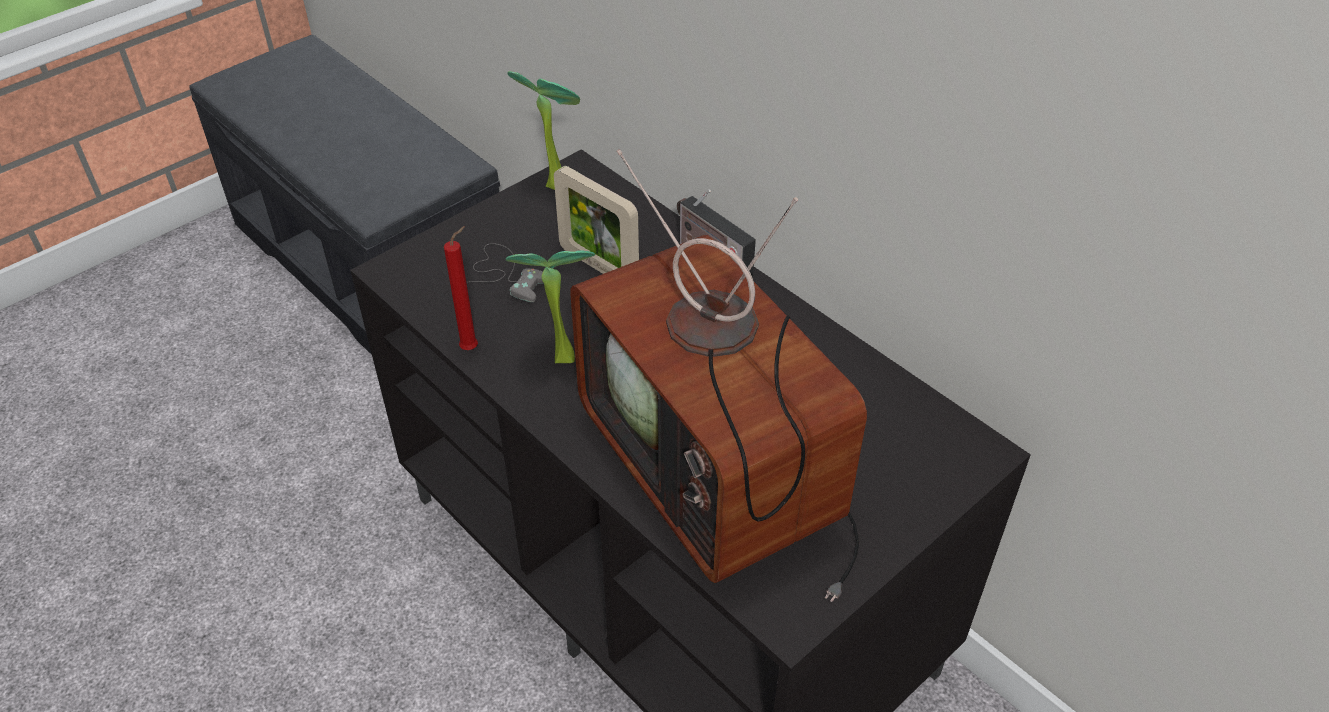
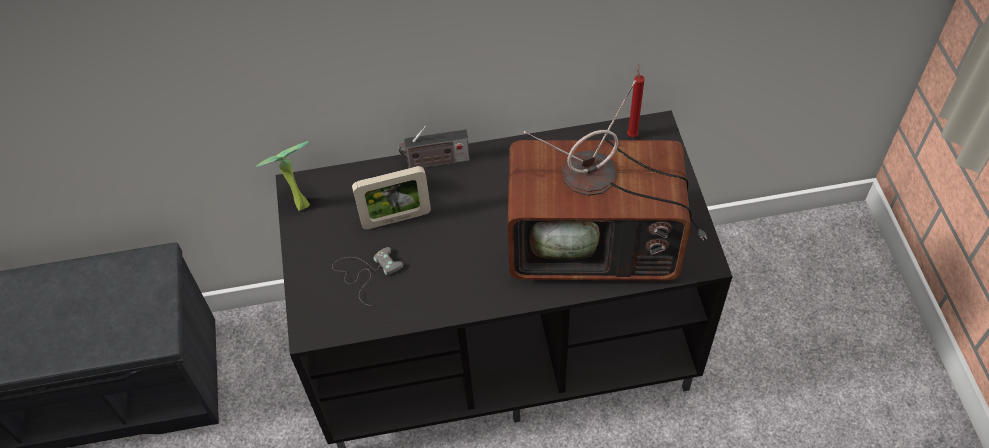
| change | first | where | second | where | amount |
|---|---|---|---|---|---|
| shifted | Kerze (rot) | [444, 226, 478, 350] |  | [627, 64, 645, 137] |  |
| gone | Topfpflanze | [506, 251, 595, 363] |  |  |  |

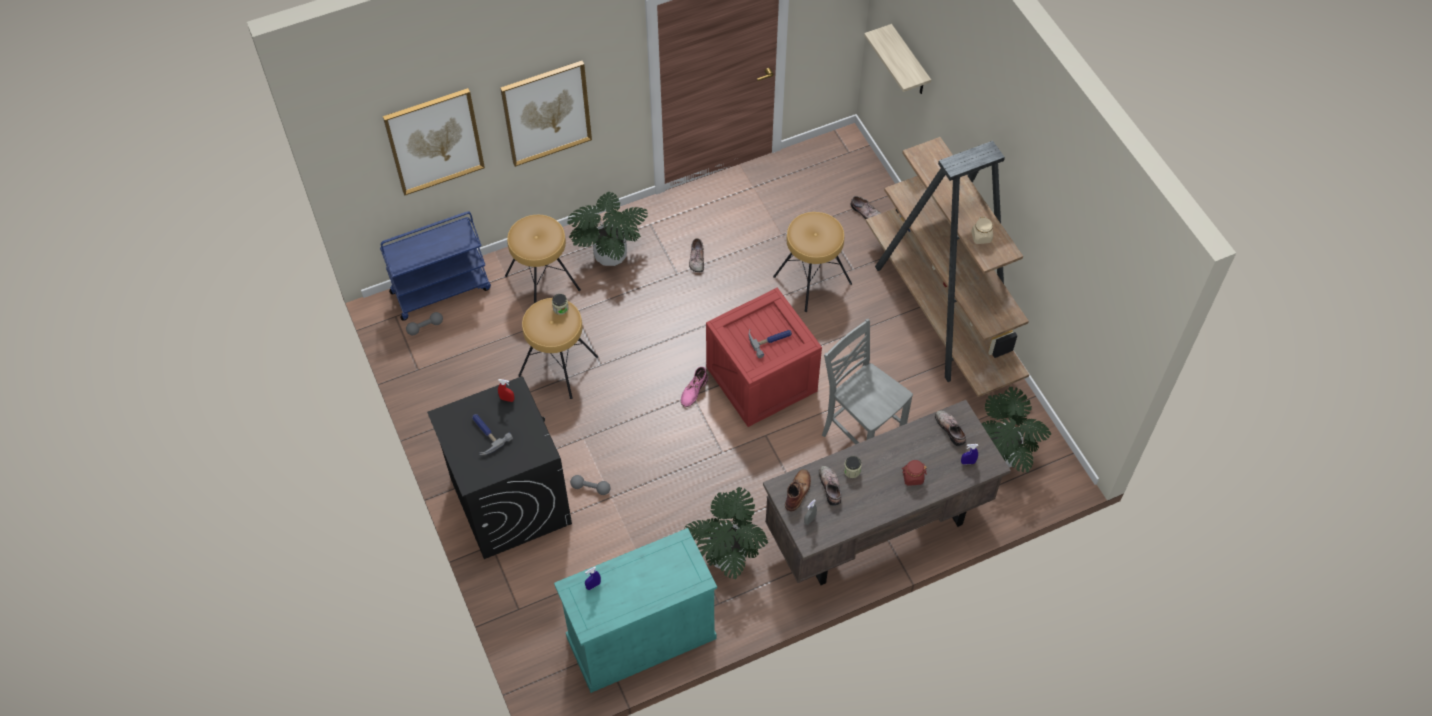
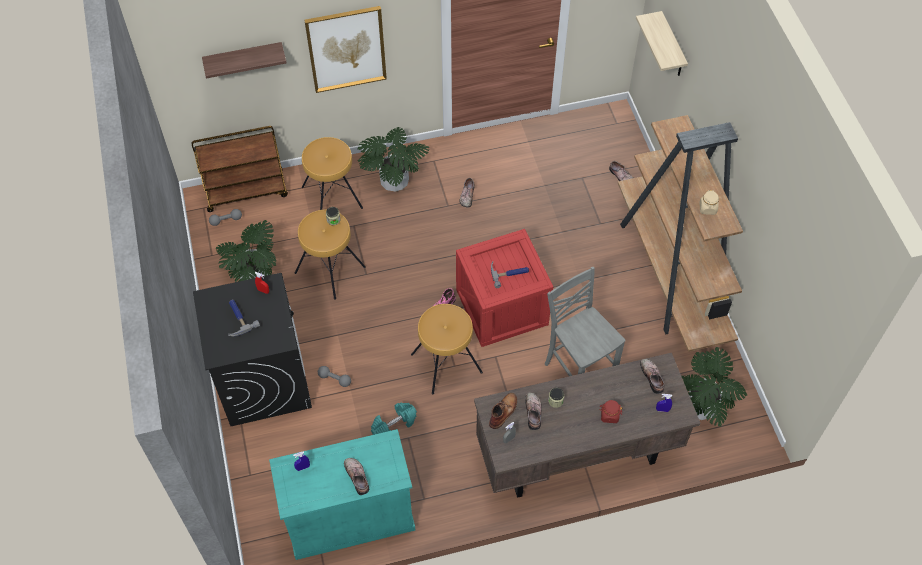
| change | first | where | second | where | amount |
|---|---|---|---|---|---|
| swapped | Bild | [383, 88, 485, 196] | Wandregal | [202, 42, 287, 78] |  |
| repainted | Rollwagen (blau) | [380, 211, 491, 321] | Rollwagen (braun) | [192, 126, 288, 212] |  |
| shifted | Hocker (braun) | [773, 212, 852, 312] |  | [411, 304, 483, 394] |  |
| shifted | Topfpflanze | [683, 487, 768, 579] |  | [215, 220, 276, 282] |  |
| new |  |  | Hantel (türkis) | [371, 403, 417, 435] |  |
| new |  |  | Schuh | [344, 458, 369, 495] |  |

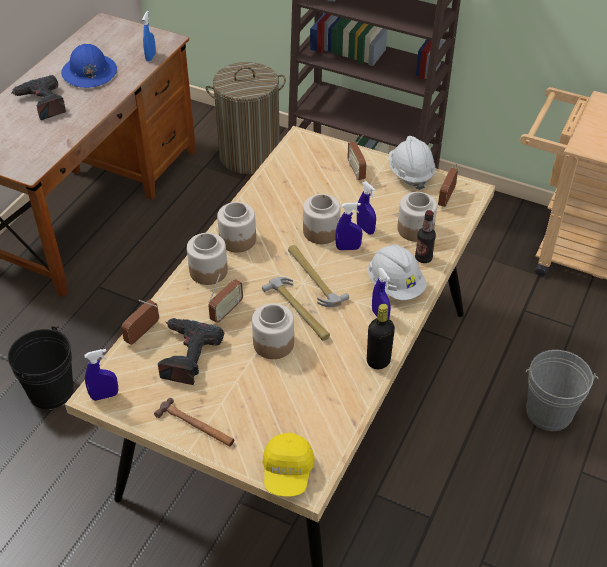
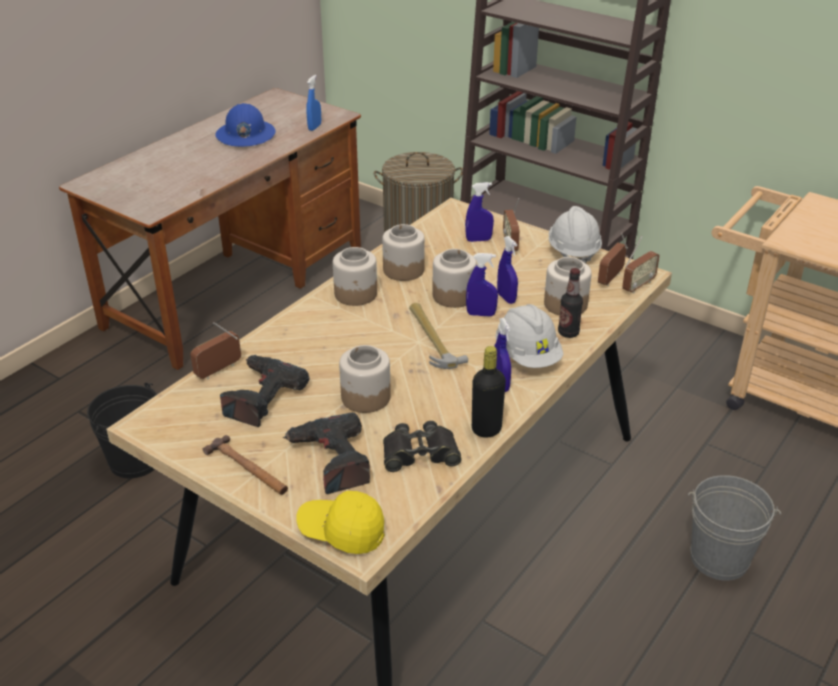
| change | first | where | second | where | amount |
|---|---|---|---|---|---|
| shifted | Bohrmaschine | [12, 75, 66, 120] |  | [283, 412, 370, 494] |  |
| shifted | Vorratsglas | [187, 233, 228, 285] |  | [382, 224, 425, 281] |  |
| shifted | Radio | [208, 273, 243, 323] |  | [622, 236, 660, 293] |  |
| gone | Hammer | [262, 277, 330, 341] |  |  |  |
| shifted | Sprühflasche (blau) | [84, 349, 118, 401] |  | [465, 182, 494, 242] |  |
| rotated | Kappe (gelb) | [262, 433, 315, 497] |  | [296, 491, 385, 554] | 90 degrees clockwise |
| new |  |  | Fernglas (schwarz) | [383, 421, 462, 472] |  |

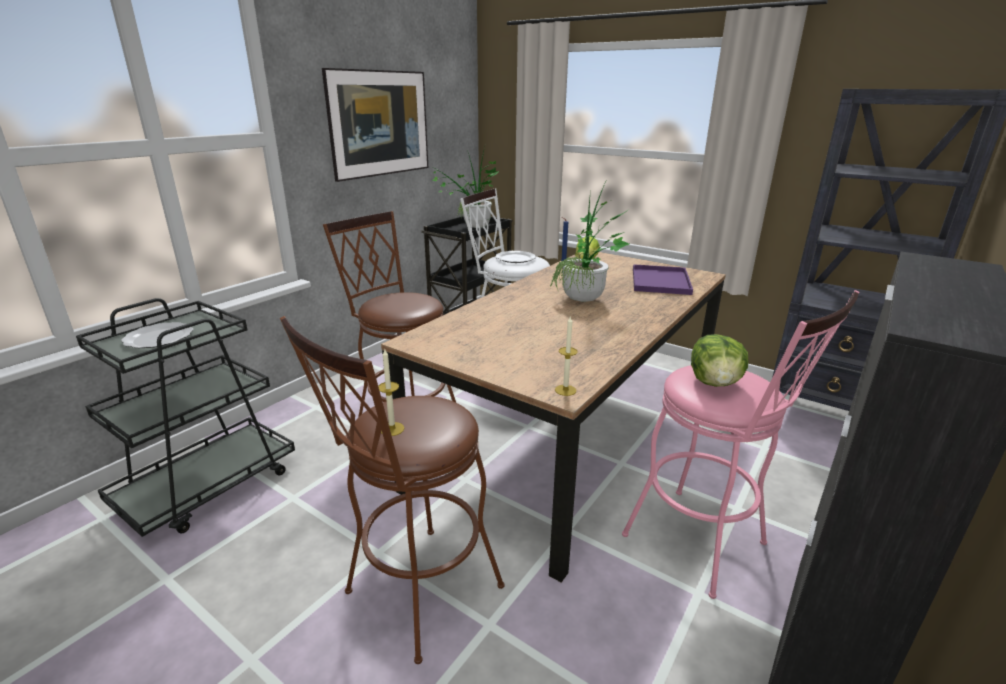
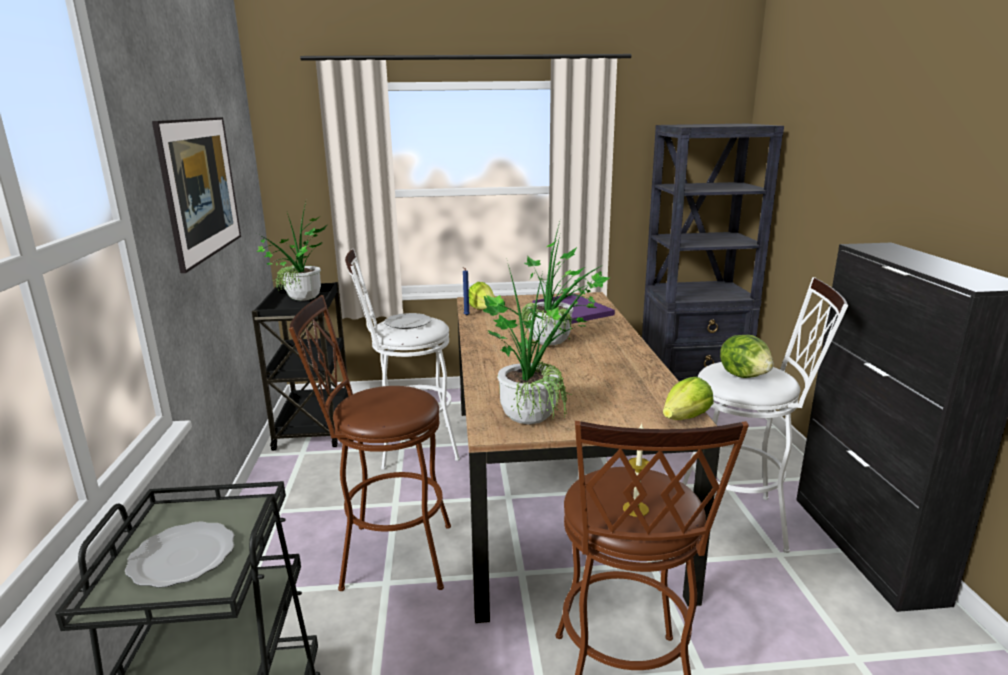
| change | first | where | second | where | amount |
|---|---|---|---|---|---|
| repainted | Hocker (rosa) | [622, 290, 859, 599] | Hocker (weiß) | [683, 277, 848, 553] |  |
| swapped | Kerze | [555, 317, 578, 396] | Salatkopf | [663, 376, 714, 420] |  |
| new |  |  | Topfpflanze | [482, 265, 597, 425] |  |

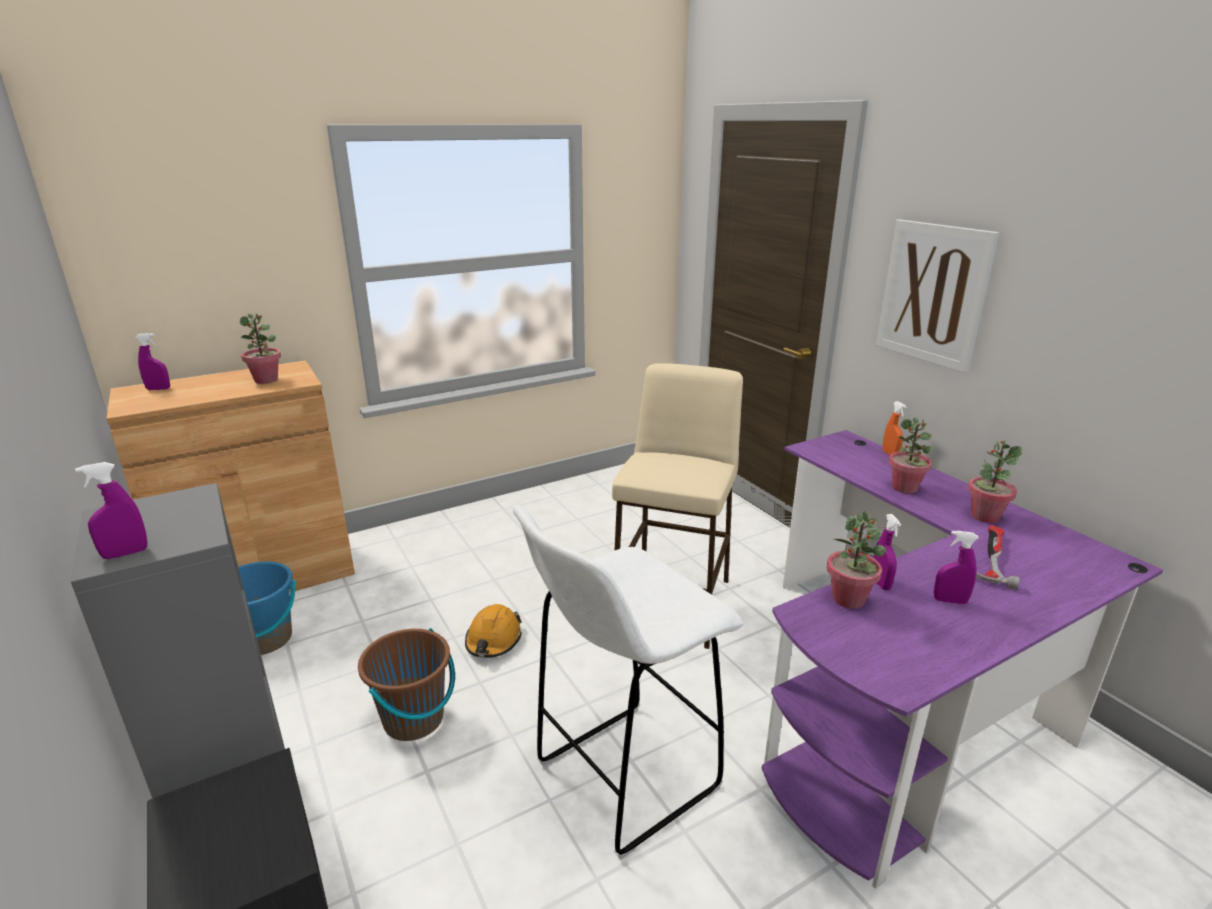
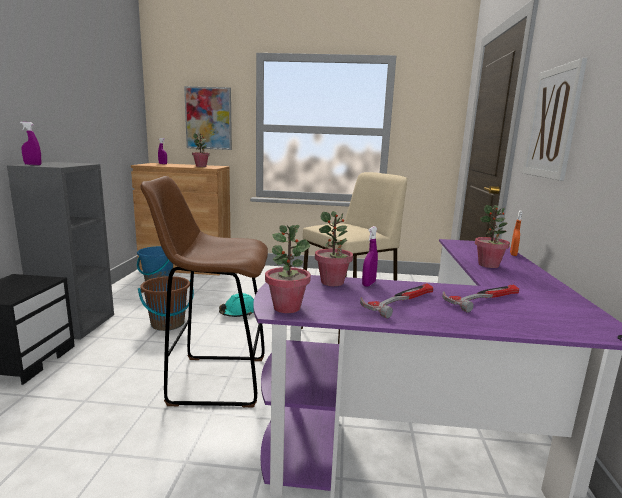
| change | first | where | second | where | amount |
|---|---|---|---|---|---|
| shifted | Topfpflanze | [968, 440, 1022, 523] |  | [265, 225, 311, 313] |  |
| repainted | Hocker (weiß) | [513, 505, 744, 860] | Hocker (braun) | [140, 176, 268, 407] |  |
| swapped | Sprühflasche (lila) | [934, 531, 979, 604] | Hammer | [360, 283, 433, 319] |  |
| repainted | Schutzhelm (orange) | [465, 604, 522, 658] | Schutzhelm (türkis) | [219, 293, 254, 317] |  |
| new |  |  | Bild | [184, 86, 232, 150] |  |

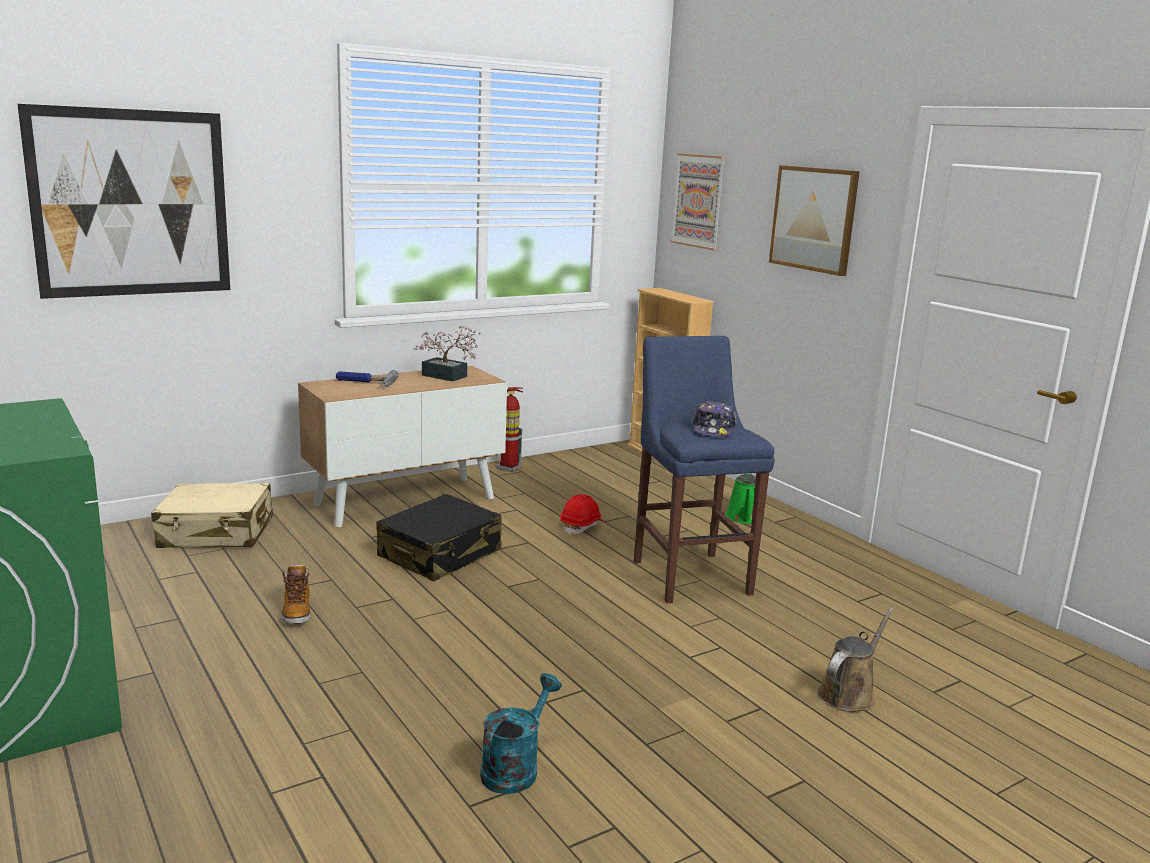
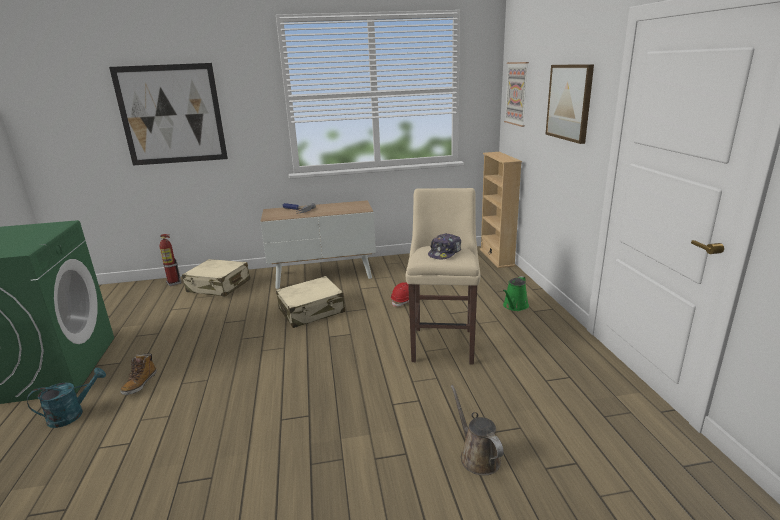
| change | first | where | second | where | amount |
|---|---|---|---|---|---|
| gone | Topfpflanze | [413, 326, 481, 381] |  |  |  |
| repainted | Hocker (blau) | [634, 336, 775, 603] | Hocker (beige) | [406, 188, 480, 365] |  |
| shifted | Feuerlöscher | [497, 387, 523, 472] |  | [159, 234, 182, 286] |  |
| repainted | Koffer (schwarz) | [376, 494, 502, 581] | Koffer (beige) | [276, 276, 345, 328] |  |
| shifted | Stiefel | [281, 564, 311, 624] |  | [120, 353, 157, 395] |  |
| rotated | Gießkanne (braun) | [817, 608, 894, 712] |  | [451, 385, 504, 475] | 90 degrees counterclockwise |
| shifted | Gießkanne (türkis) | [480, 673, 562, 794] |  | [27, 368, 106, 428] |  |

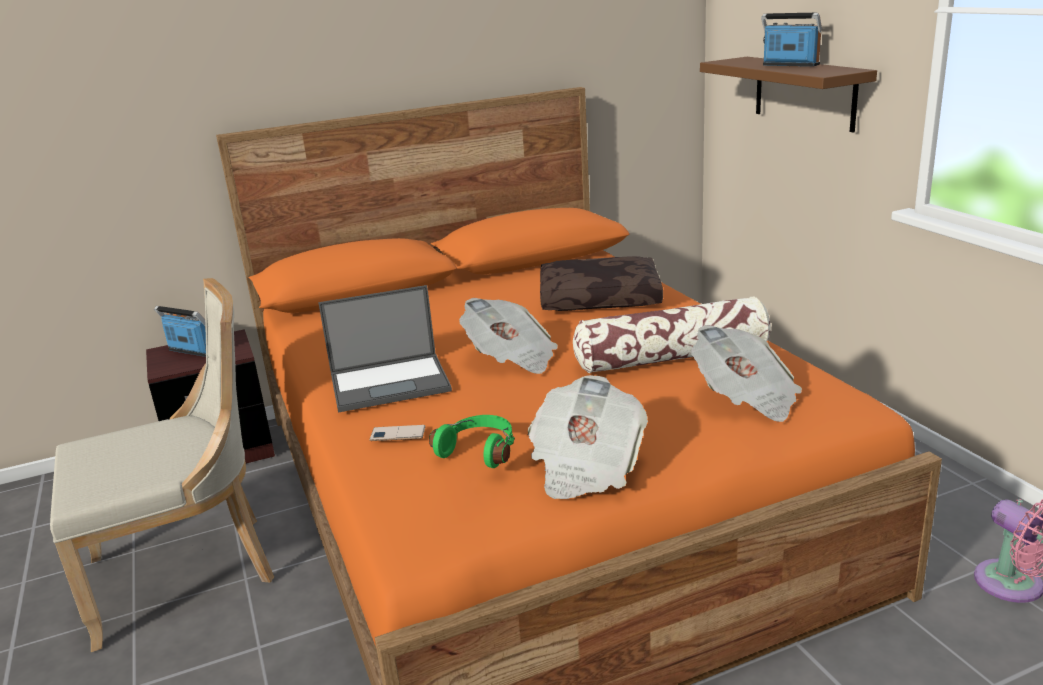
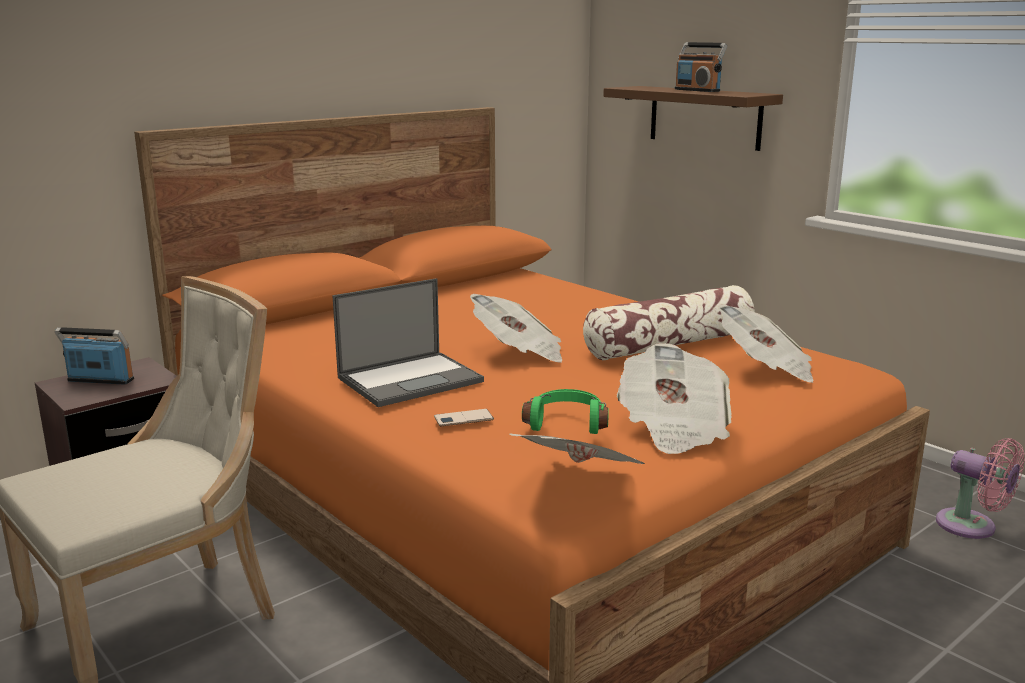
| change | first | where | second | where | amount |
|---|---|---|---|---|---|
| rotated | Radio | [761, 13, 822, 67] |  | [675, 42, 727, 92] | 150 degrees counterclockwise |
| gone | Kissen (braun) | [540, 256, 663, 311] |  |  |  |
| new |  |  | Zeitung | [510, 434, 645, 464] |  |

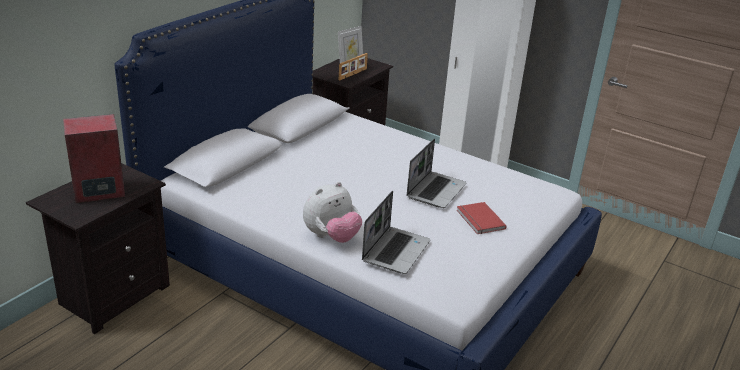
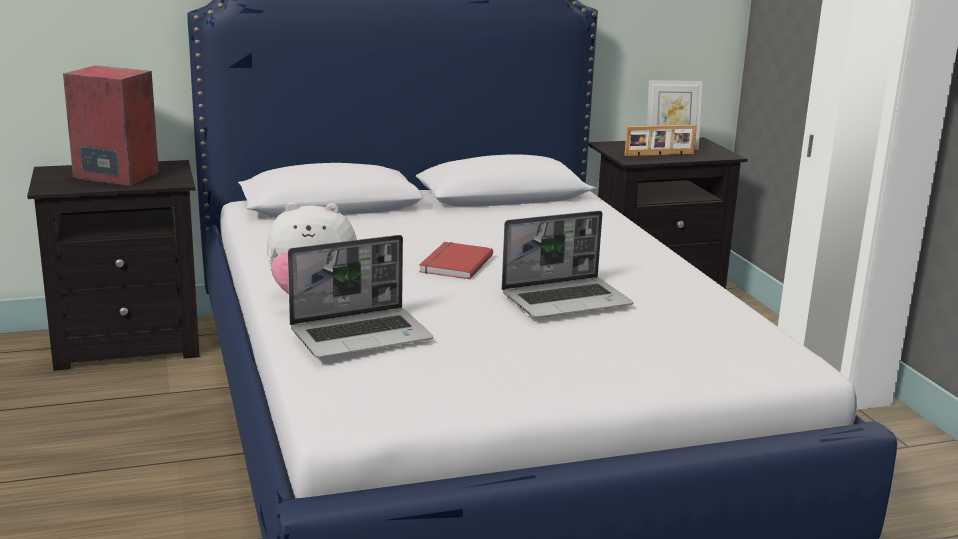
| change | first | where | second | where | amount |
|---|---|---|---|---|---|
| shifted | Buch (rot) | [457, 202, 507, 234] |  | [419, 242, 493, 280] |  |

